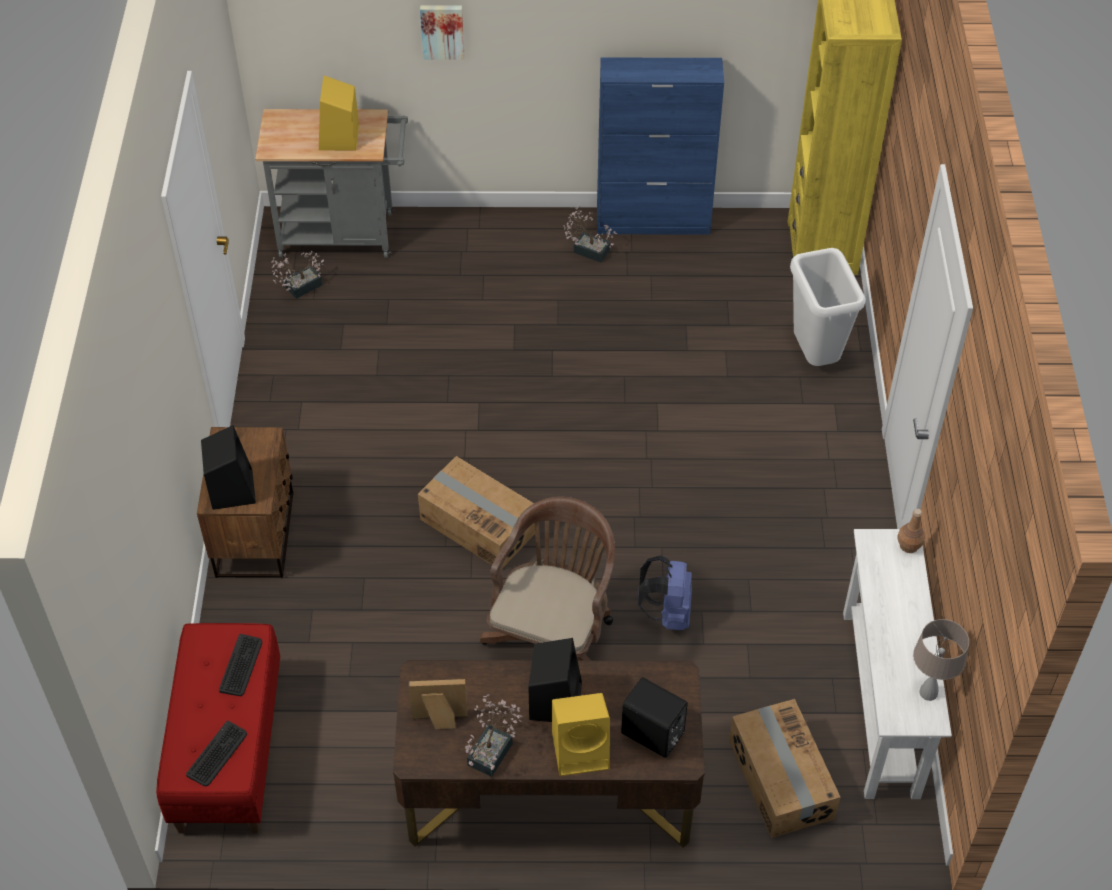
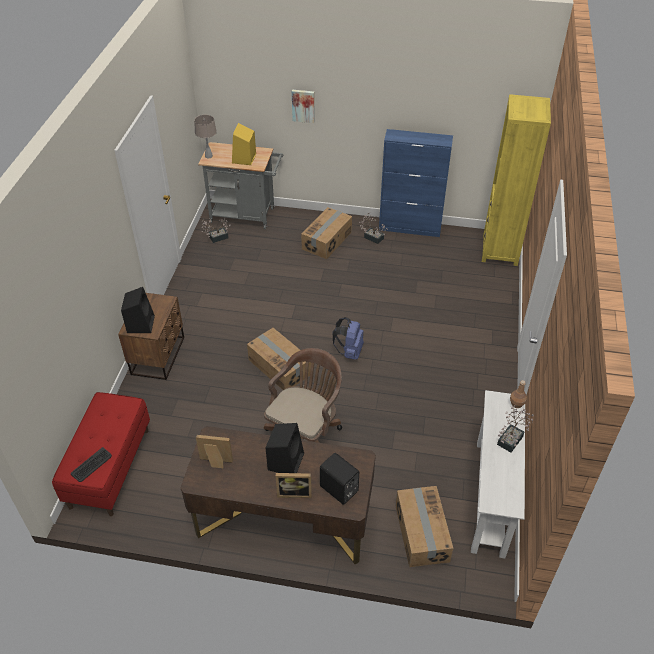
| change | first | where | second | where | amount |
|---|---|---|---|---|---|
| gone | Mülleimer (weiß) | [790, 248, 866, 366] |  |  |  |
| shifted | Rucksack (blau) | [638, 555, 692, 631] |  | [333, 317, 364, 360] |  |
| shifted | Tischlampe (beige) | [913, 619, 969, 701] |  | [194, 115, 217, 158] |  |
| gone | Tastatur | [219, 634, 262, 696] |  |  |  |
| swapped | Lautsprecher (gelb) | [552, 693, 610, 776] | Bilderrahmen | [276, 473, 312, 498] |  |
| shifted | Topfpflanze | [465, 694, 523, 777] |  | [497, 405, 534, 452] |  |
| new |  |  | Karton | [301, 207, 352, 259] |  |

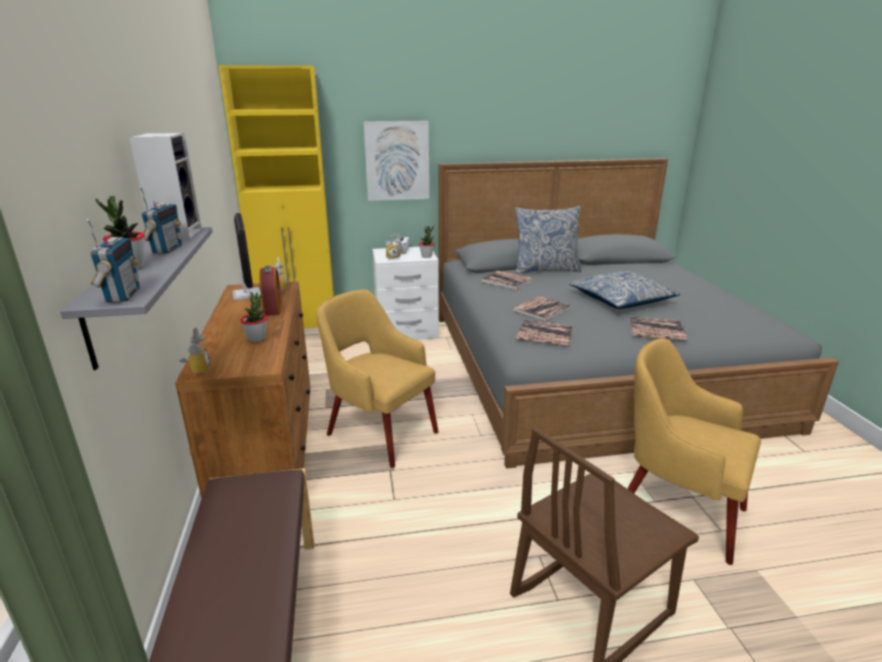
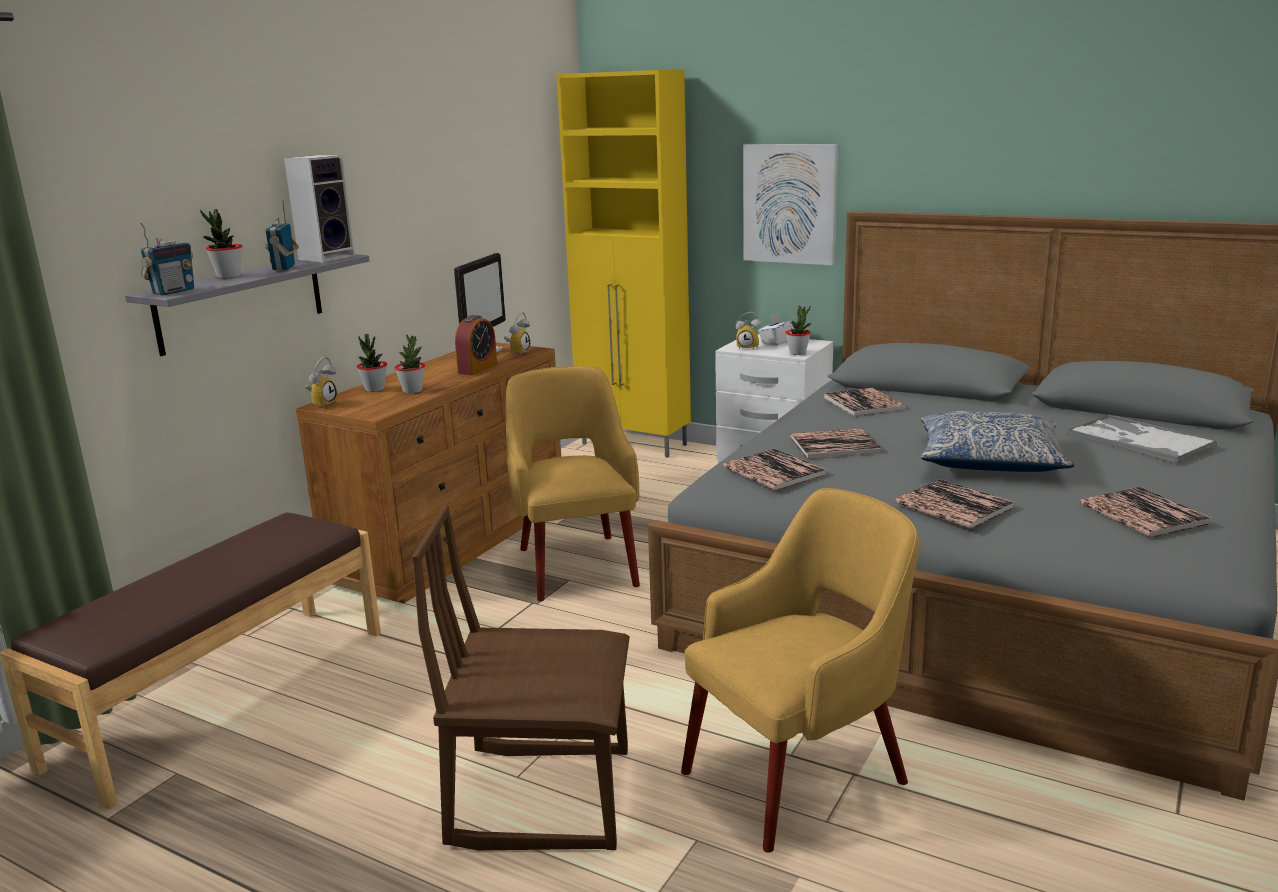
| change | first | where | second | where | amount |
|---|---|---|---|---|---|
| rotated | Radio | [140, 187, 182, 254] |  | [265, 201, 299, 271] | 135 degrees clockwise |
| gone | Kissen | [515, 206, 582, 274] |  |  |  |
| rotated | Sessel (gelb) | [627, 338, 761, 565] |  | [681, 488, 919, 853] | 75 degrees clockwise |
| new |  |  | Topfpflanze | [357, 334, 387, 392] |  |
| new |  |  | Tablett | [1067, 414, 1217, 464] |  |
| new |  |  | Buch | [1080, 487, 1212, 538] |  |

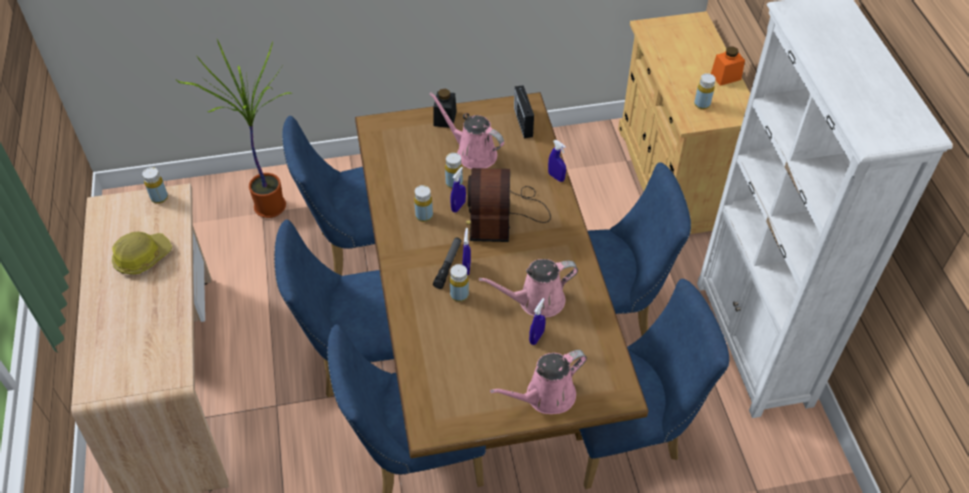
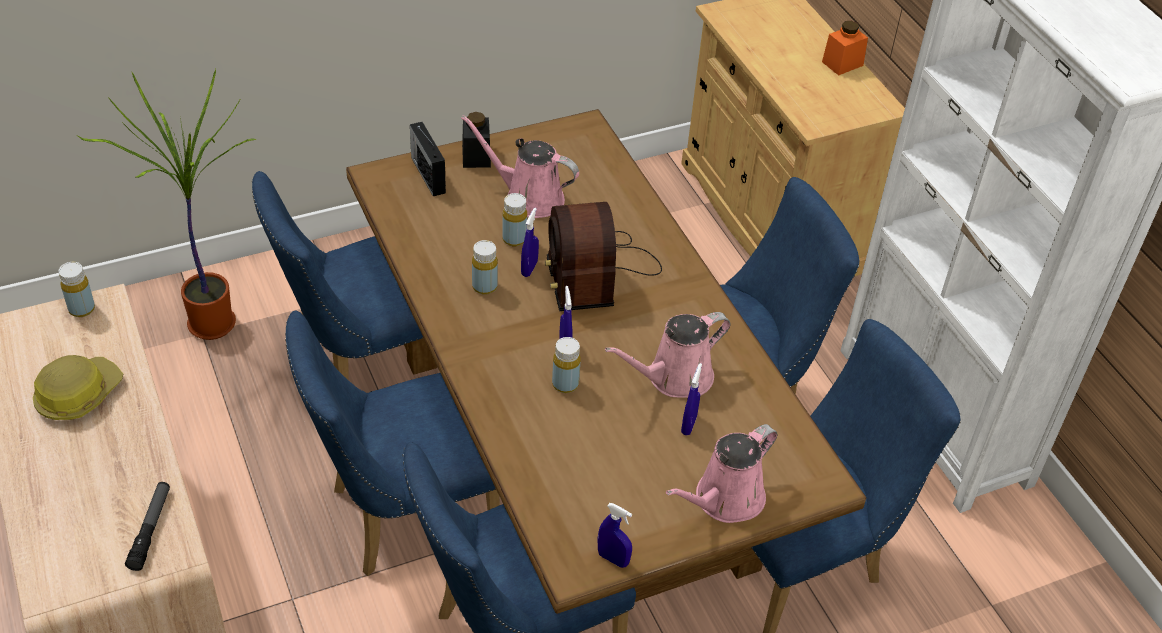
| change | first | where | second | where | amount |
|---|---|---|---|---|---|
| gone | Flasche (gelb) | [694, 73, 715, 109] |  |  |  |
| shifted | Radio | [514, 85, 534, 138] |  | [410, 122, 446, 196] |  |
| shifted | Sprühflasche (blau) | [548, 140, 566, 182] |  | [597, 503, 632, 568] |  |
| shifted | Taschenlampe | [433, 238, 461, 289] |  | [125, 482, 170, 571] |  |

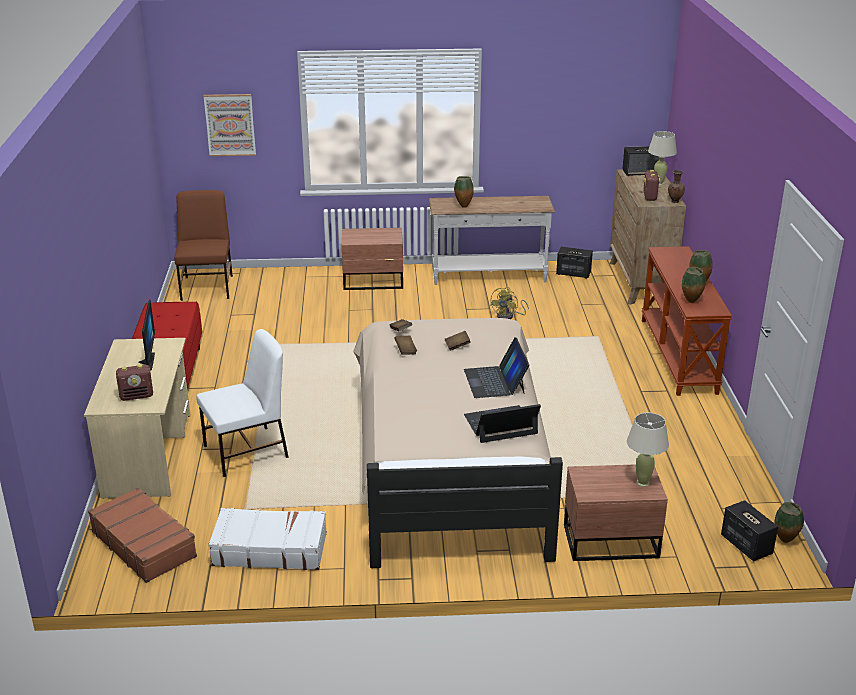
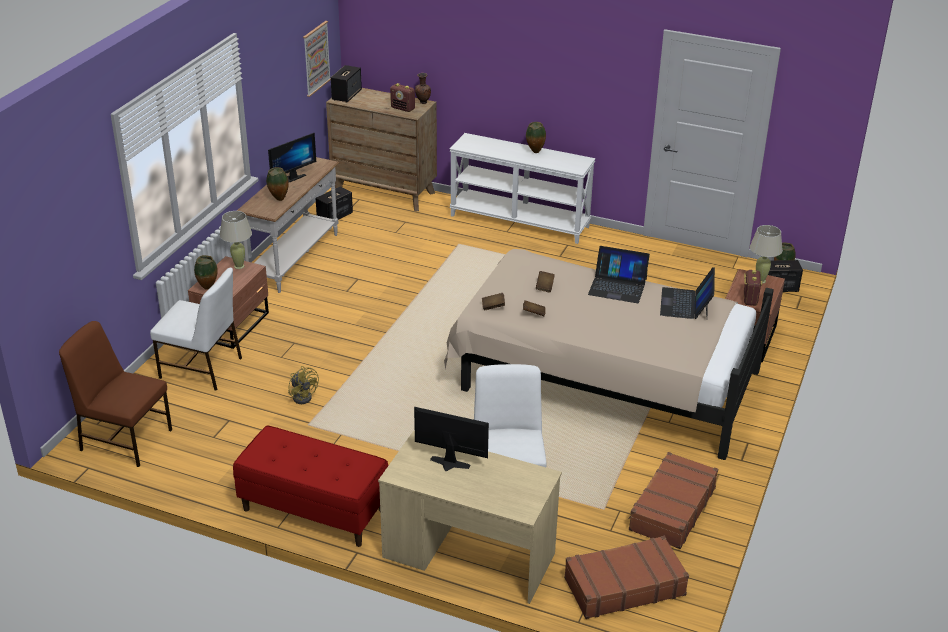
| change | first | where | second | where | amount |
|---|---|---|---|---|---|
| shifted | Bild | [204, 94, 256, 156] |  | [303, 21, 331, 97] |  |
| shifted | Tischlampe (beige) | [648, 131, 677, 185] |  | [220, 211, 252, 269] |  |
| repainted | Konsolentisch (braun) | [642, 246, 732, 396] | Konsolentisch (weiß) | [449, 133, 596, 244] |  |
| shifted | Vase | [682, 267, 706, 303] |  | [194, 255, 218, 290] |  |
| shifted | Ventilator (gelb) | [490, 287, 529, 319] |  | [288, 366, 319, 404] |  |
| shifted | Radio | [116, 364, 153, 401] |  | [744, 270, 763, 306] |  |
| repainted | Koffer (weiß) | [208, 508, 327, 570] | Koffer (braun) | [628, 452, 718, 549] |  |
| new |  |  | Monitor | [268, 133, 316, 182] |  |
| new |  |  | Stuhl (weiß) | [150, 268, 242, 391] |  |

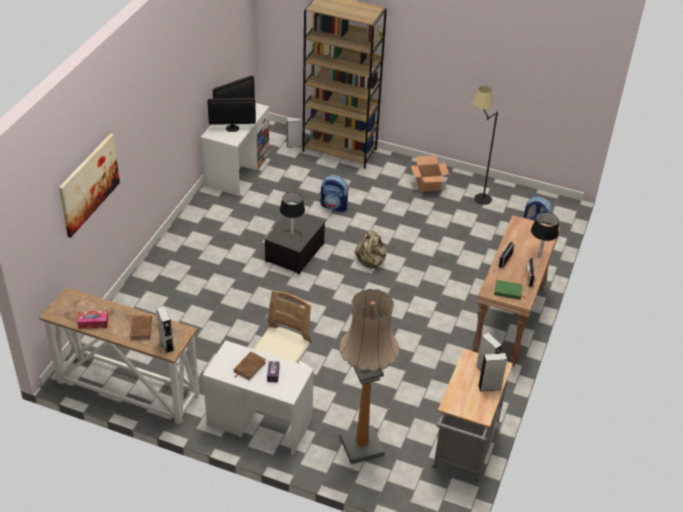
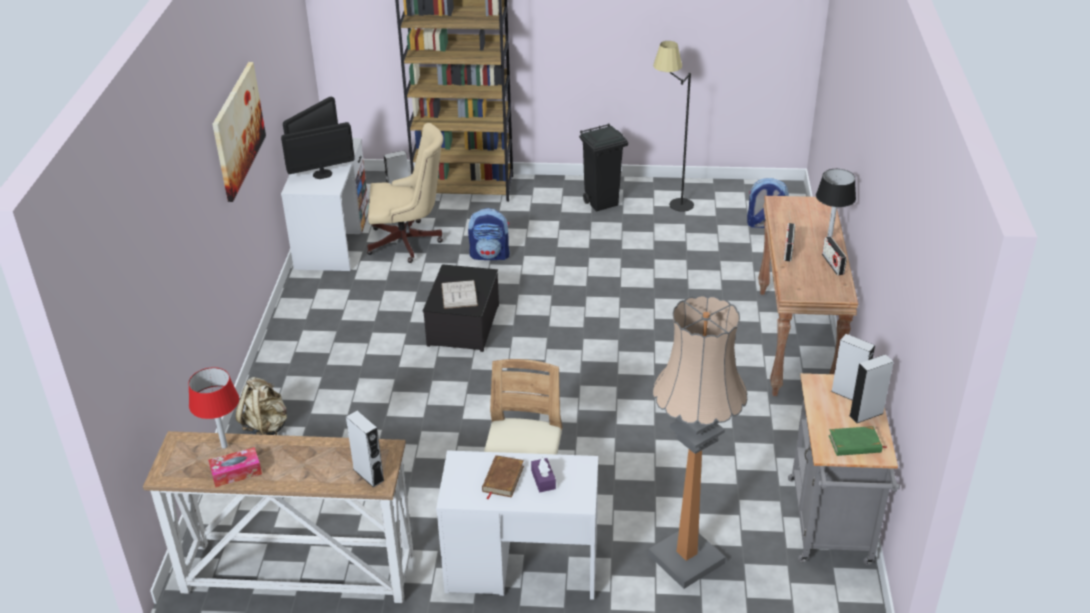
| change | first | where | second | where | amount |
|---|---|---|---|---|---|
| shifted | Bild | [59, 134, 120, 238] |  | [212, 62, 266, 202] |  |
| swapped | Karton | [411, 155, 449, 192] | Mülleimer (schwarz) | [579, 124, 628, 212] |  |
| swapped | Tischlampe (schwarz) | [280, 192, 305, 235] | Buch (weiß) | [441, 280, 478, 309] |  |
| shifted | Rucksack (beige) | [355, 230, 386, 269] |  | [236, 377, 287, 435] |  |
| shifted | Buch (grün) | [494, 280, 526, 300] |  | [829, 426, 887, 456] |  |
| gone | Buch (braun) | [130, 316, 152, 340] |  |  |  |
| new |  |  | Bürostuhl (beige) | [367, 123, 443, 263] |  |
| new |  |  | Tischlampe (rot) | [188, 367, 239, 449] |  |

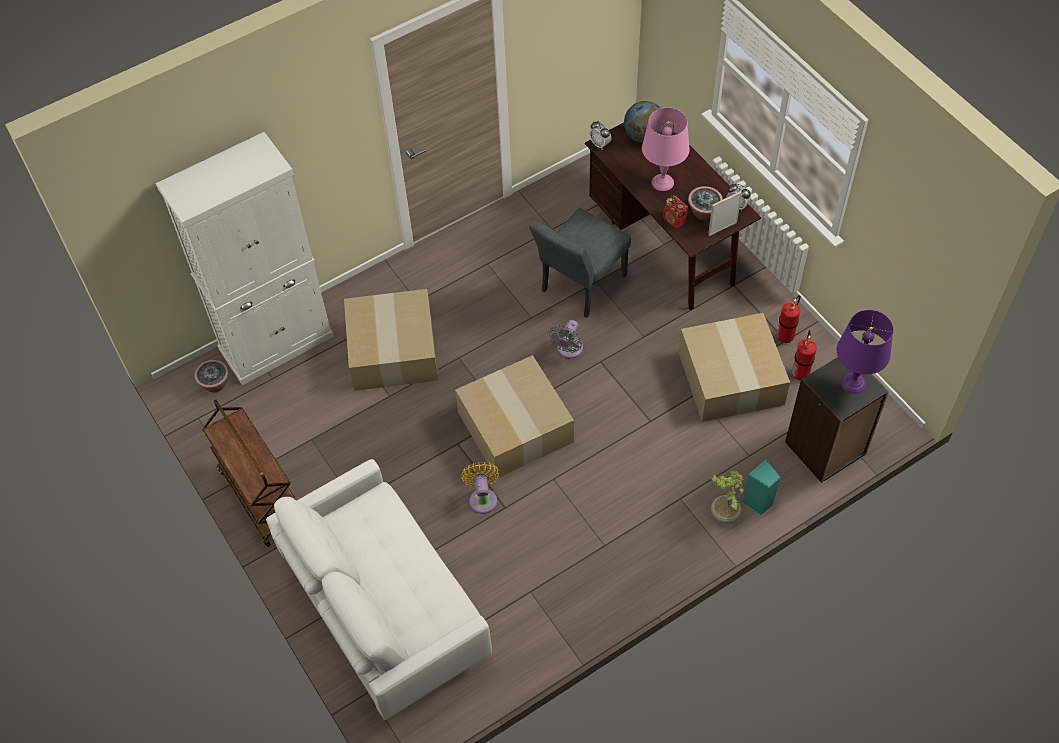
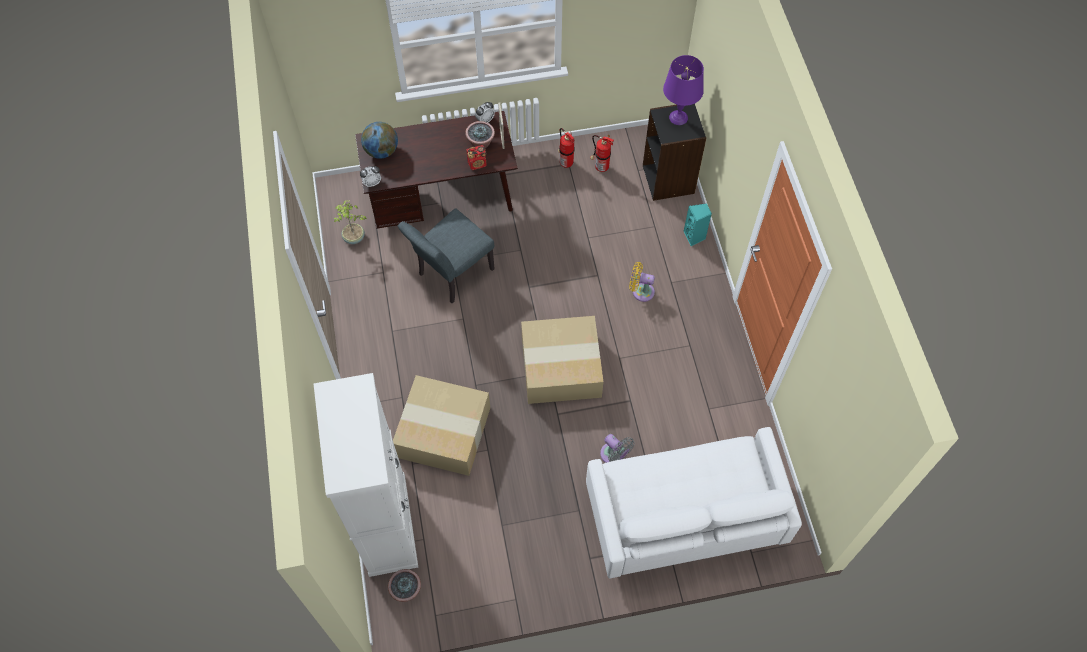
| change | first | where | second | where | amount |
|---|---|---|---|---|---|
| gone | Tischlampe (rosa) | [642, 108, 690, 191] |  |  |  |
| rotated | Stuhl (grau) | [529, 208, 631, 318] |  | [398, 208, 495, 303] | 75 degrees clockwise |
| gone | Karton | [678, 313, 790, 422] |  |  |  |
| shifted | Ventilator (grau) | [548, 320, 583, 359] |  | [600, 434, 635, 463] |  |
| gone | Rollwagen (braun) | [202, 400, 296, 547] |  |  |  |
| shifted | Ventilator (gelb) | [461, 462, 499, 514] |  | [629, 262, 655, 302] |  |
| shifted | Topfpflanze | [711, 470, 744, 523] |  | [334, 200, 367, 244] |  |

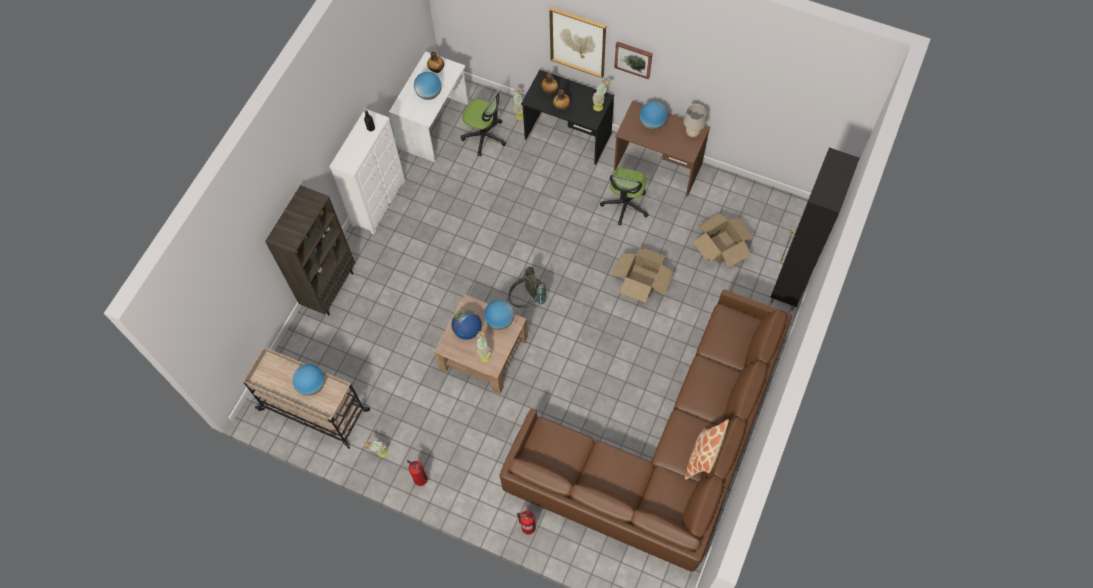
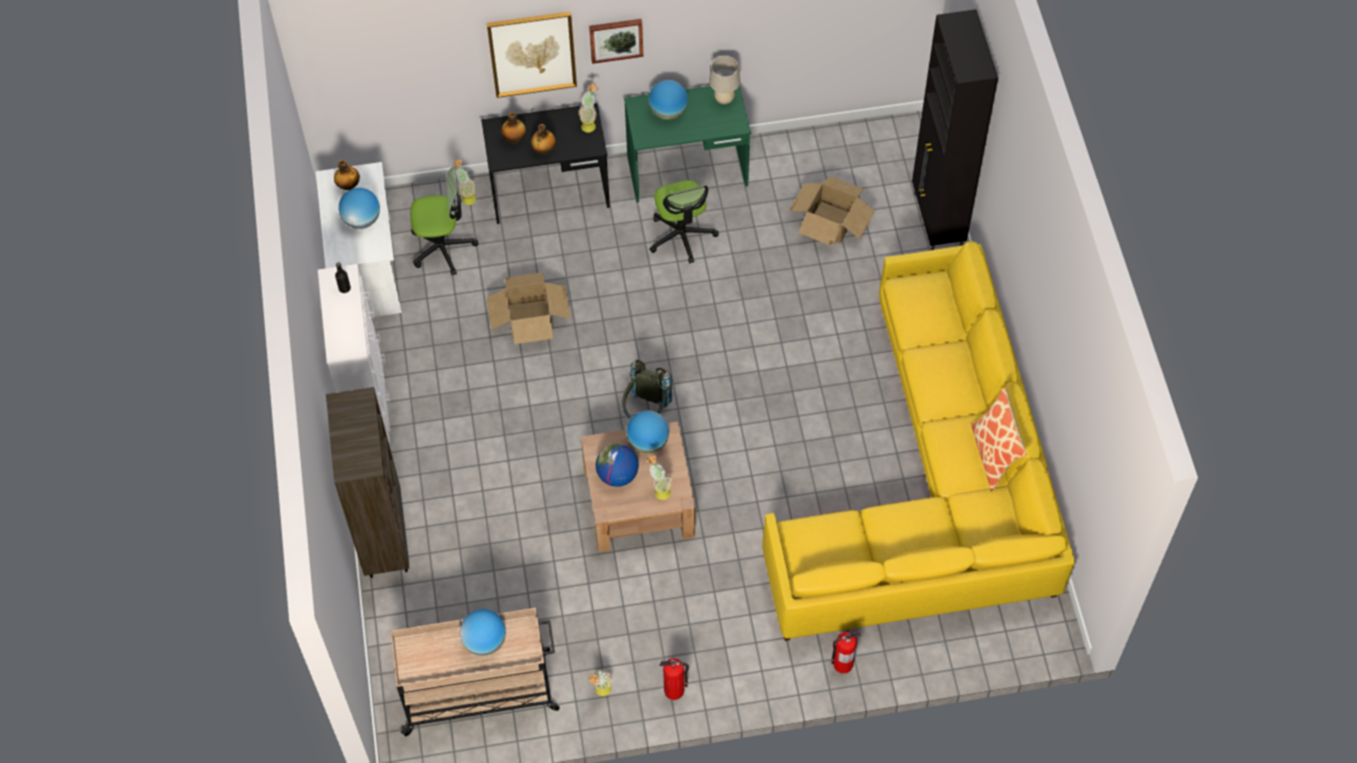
| change | first | where | second | where | amount |
|---|---|---|---|---|---|
| repainted | Schreibtisch (braun) | [614, 101, 710, 197] | Schreibtisch (grün) | [624, 85, 751, 202] |  |
| shifted | Karton | [612, 247, 674, 303] |  | [487, 272, 571, 344] |  |
| repainted | Sofa (braun) | [499, 289, 792, 572] | Sofa (gelb) | [762, 242, 1075, 641] |  |

